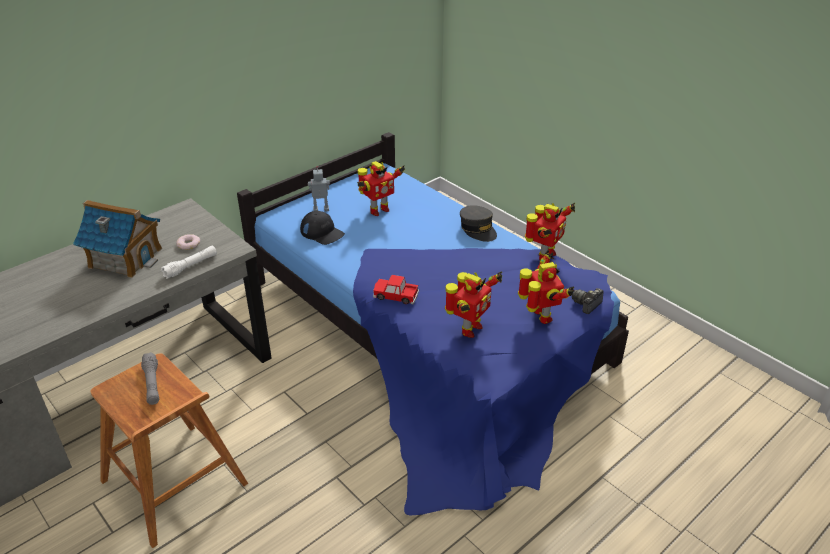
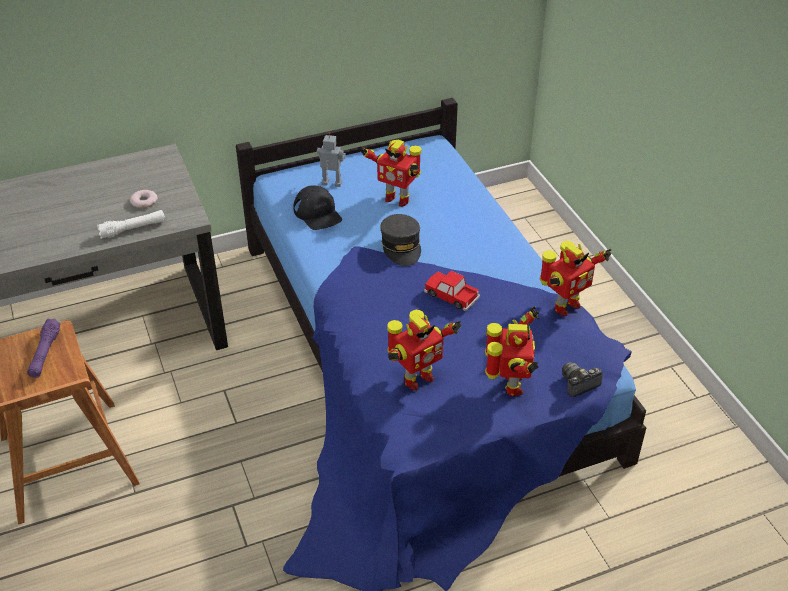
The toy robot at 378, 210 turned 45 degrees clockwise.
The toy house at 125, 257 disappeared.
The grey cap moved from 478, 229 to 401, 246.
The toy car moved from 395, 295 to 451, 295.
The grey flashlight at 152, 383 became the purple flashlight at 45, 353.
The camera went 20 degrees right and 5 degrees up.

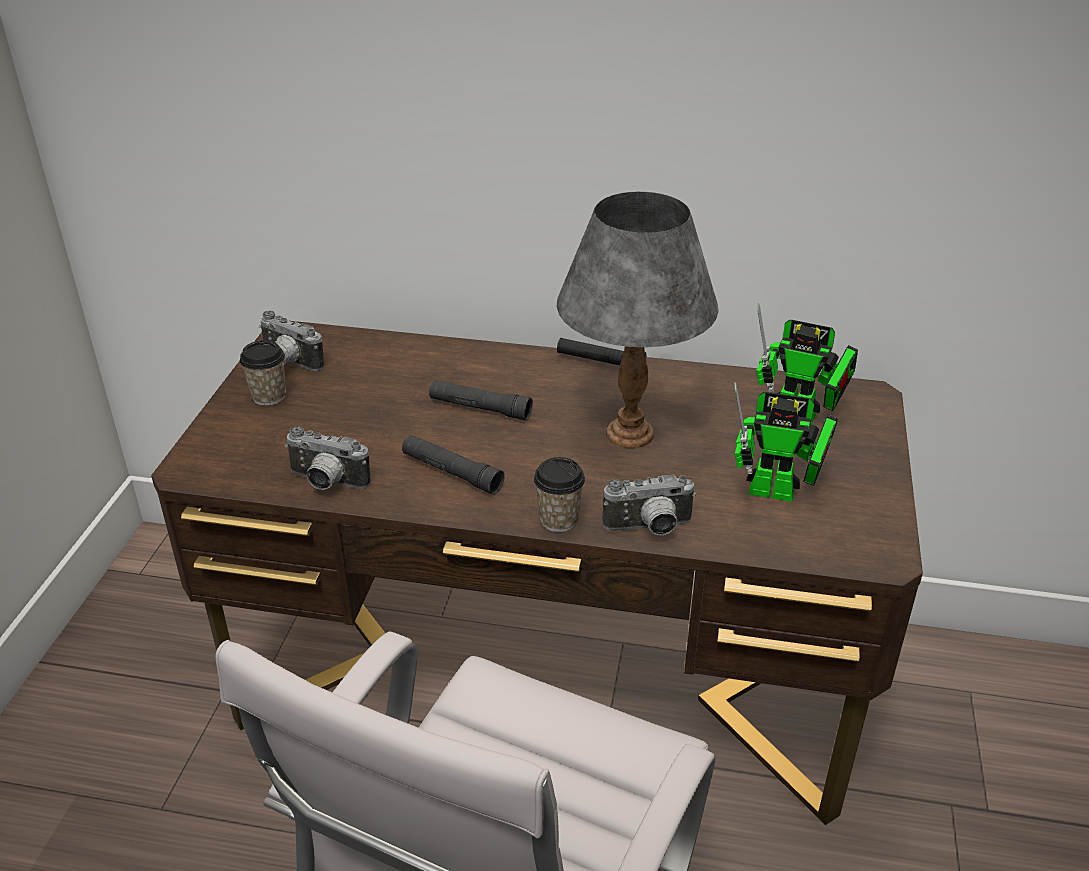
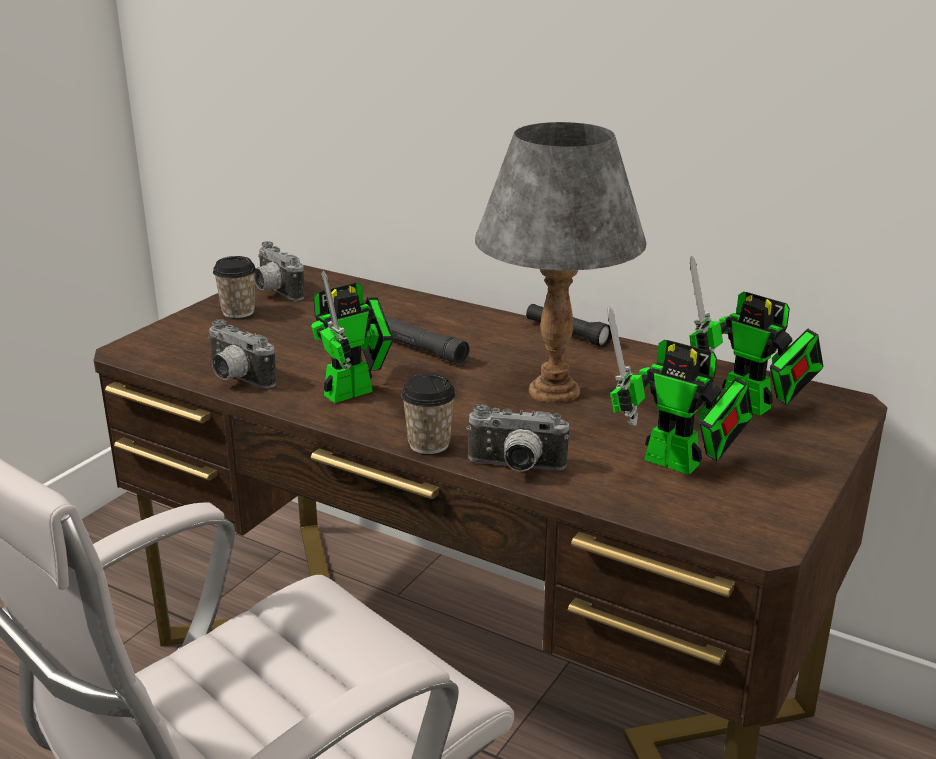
The black flashlight at 451, 472 was replaced by the toy robot at 355, 391.
The camera went 20 degrees right and 10 degrees down.

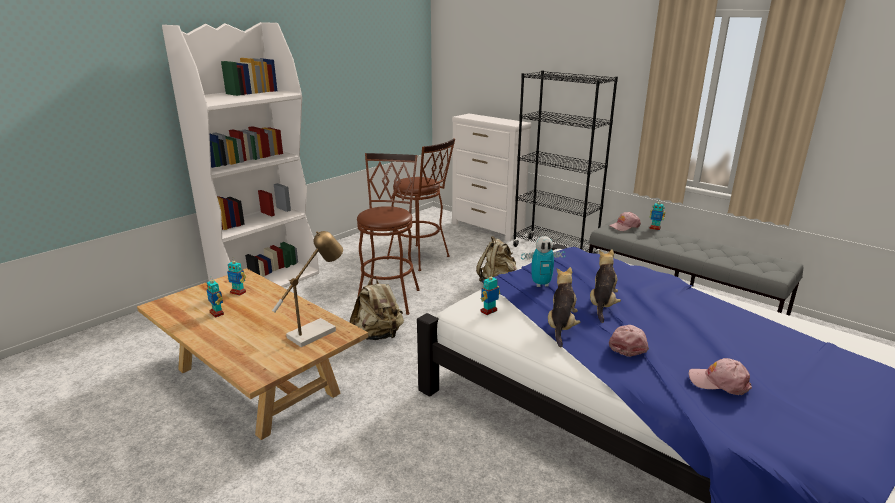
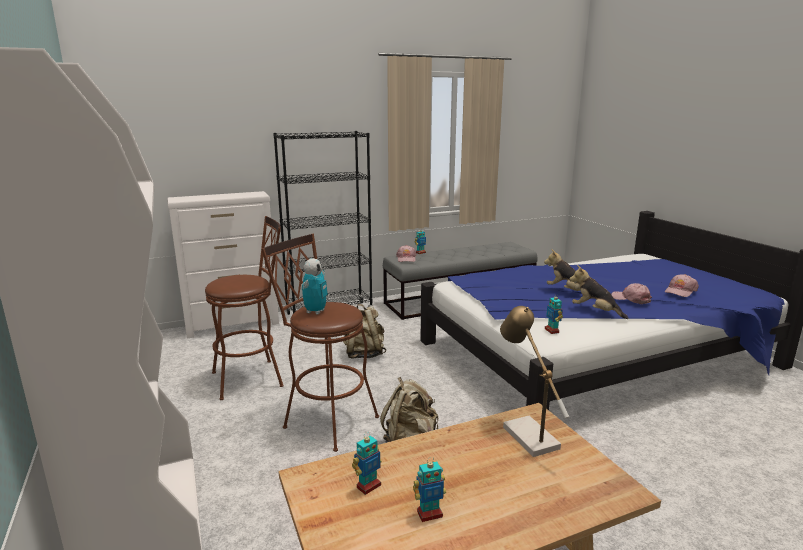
The toy robot moved from 541, 284 to 315, 311.
The camera went 65 degrees left and 5 degrees down.

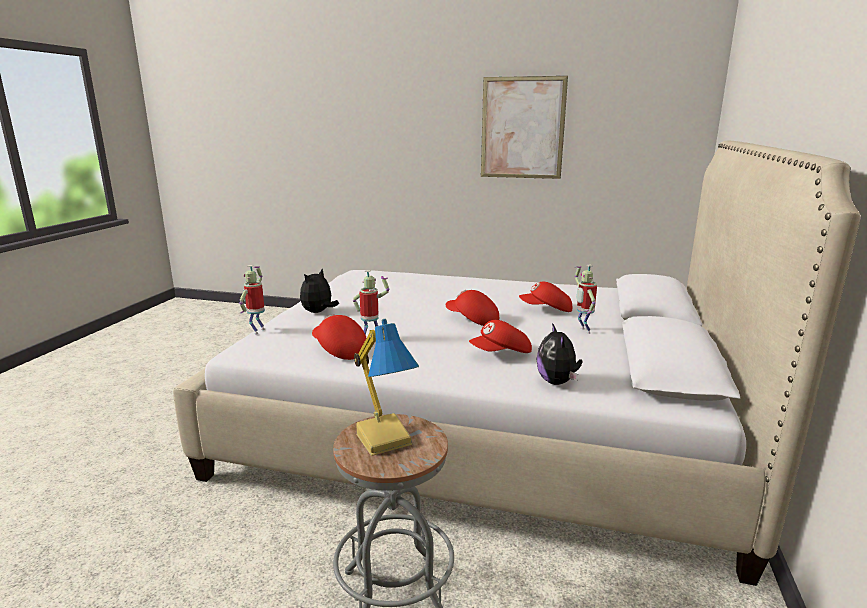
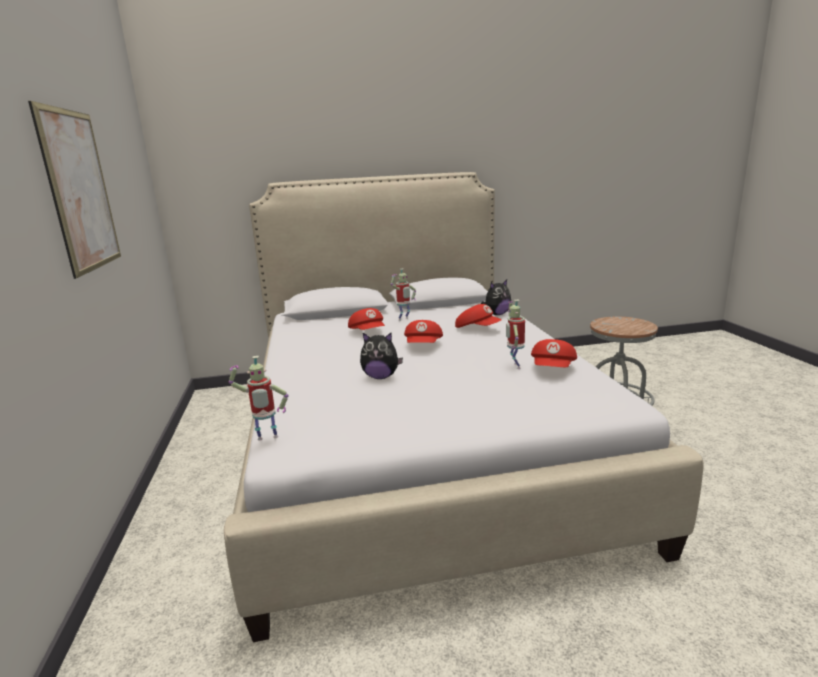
The toy robot moved from 257, 331 to 267, 439.
The plush toy moved from 318, 312 to 381, 377.
The table lamp at 385, 438 disappeared.
The camera went 115 degrees left and 0 degrees up.

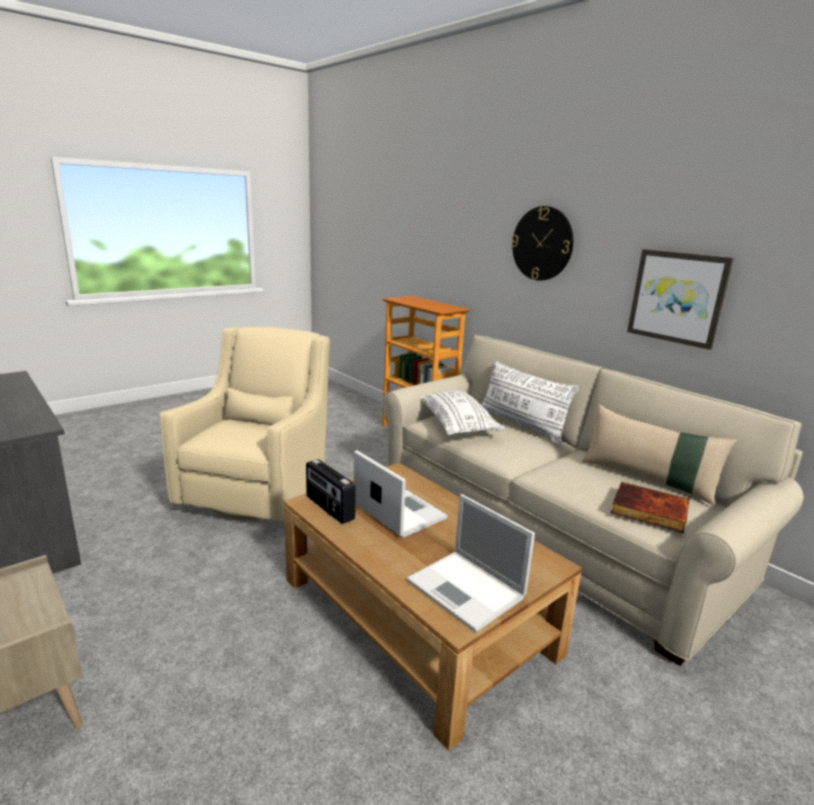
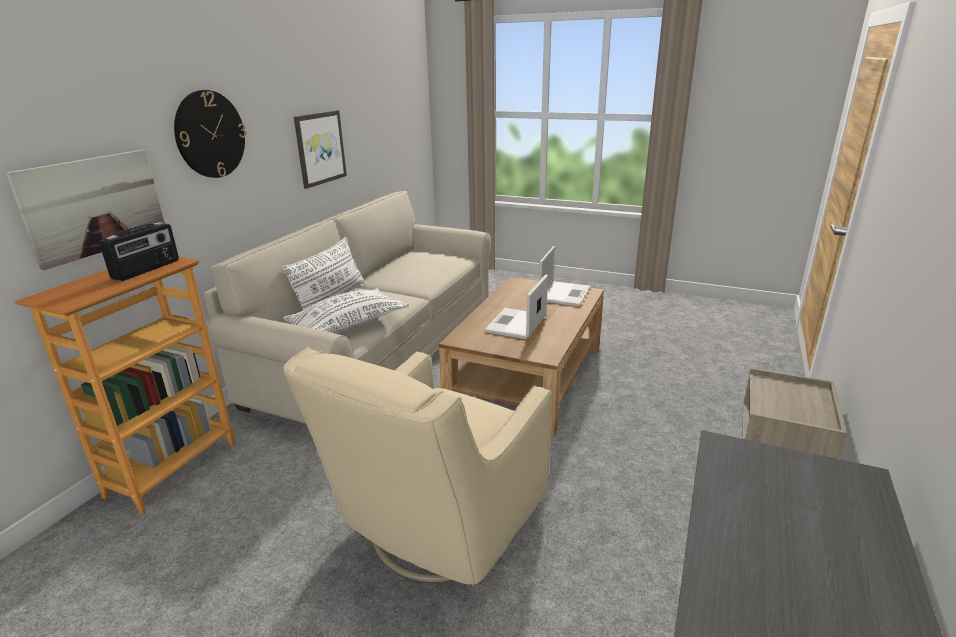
The beige armchair at 260, 492 turned 45 degrees counterclockwise.
The beige pillow at 648, 479 disappeared.
The radio moved from 329, 508 to 147, 270.
The book at 648, 511 disappeared.
The picture at 95, 205 appeared.
The camera went 115 degrees left and 5 degrees up.

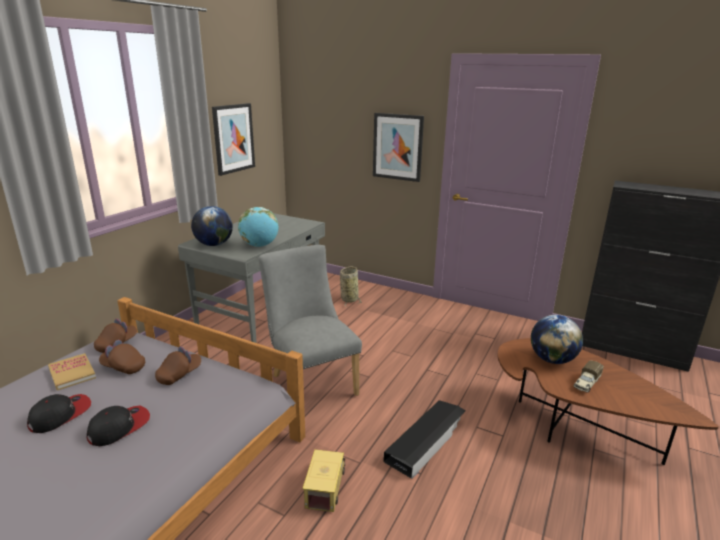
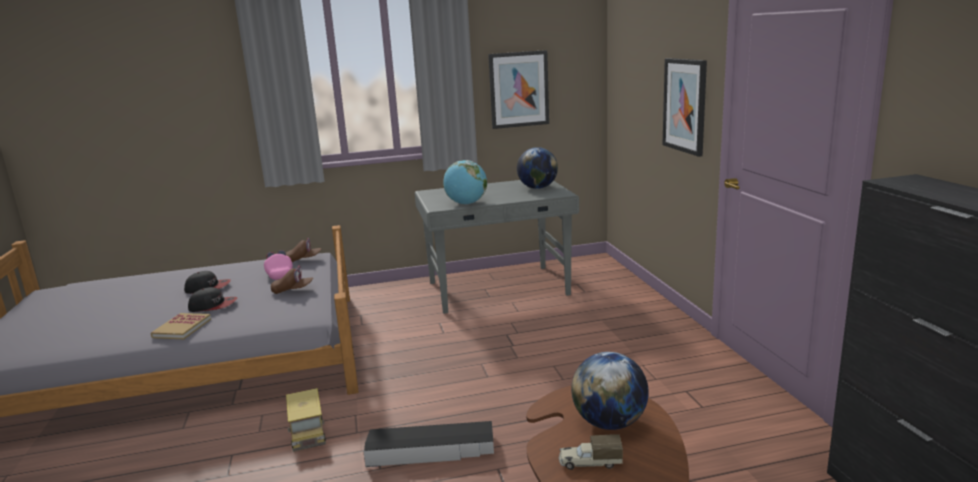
The globe moved from 214, 244 to 537, 188.
The grey chair at 311, 382 disappeared.
The basket at 349, 298 disappeared.
The brown cap at 123, 367 became the pink cap at 279, 274.
The book moved from 72, 373 to 182, 328.
The toy truck at 325, 487 turned 105 degrees clockwise.
The camera went 50 degrees right and 5 degrees down.

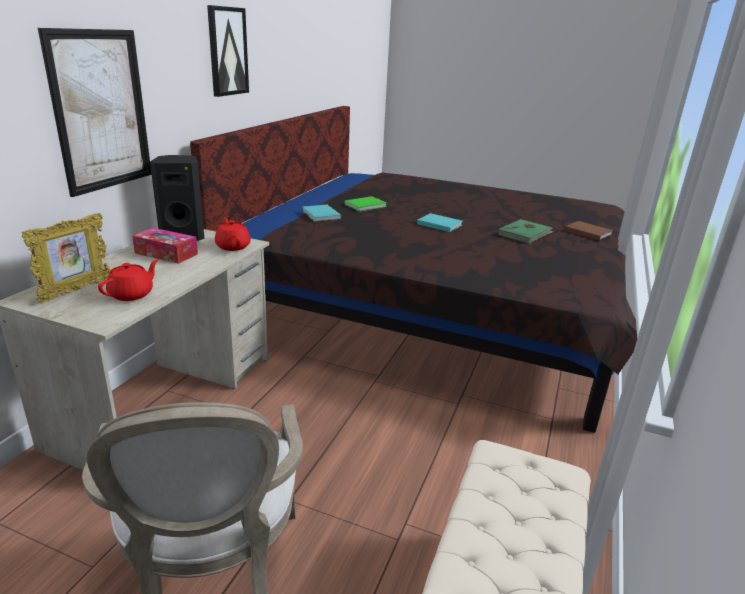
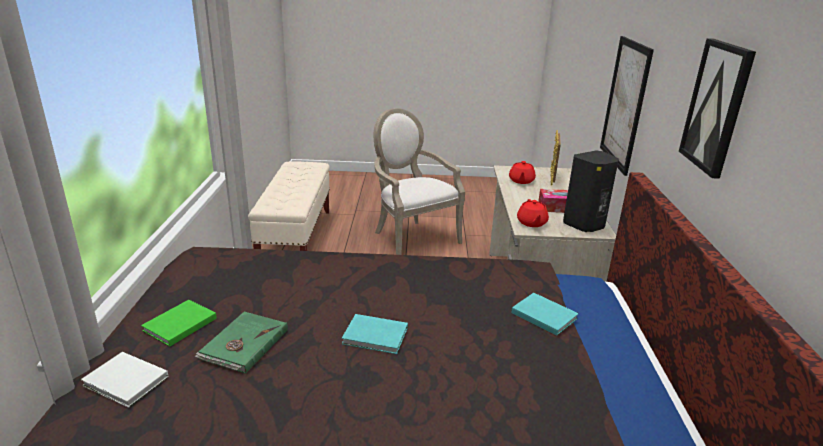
The green book moved from 366, 205 to 178, 325.
The red teapot at 233, 246 turned 45 degrees clockwise.
The brown book at 587, 232 became the white book at 126, 382.
The camera went 160 degrees right and 0 degrees up.

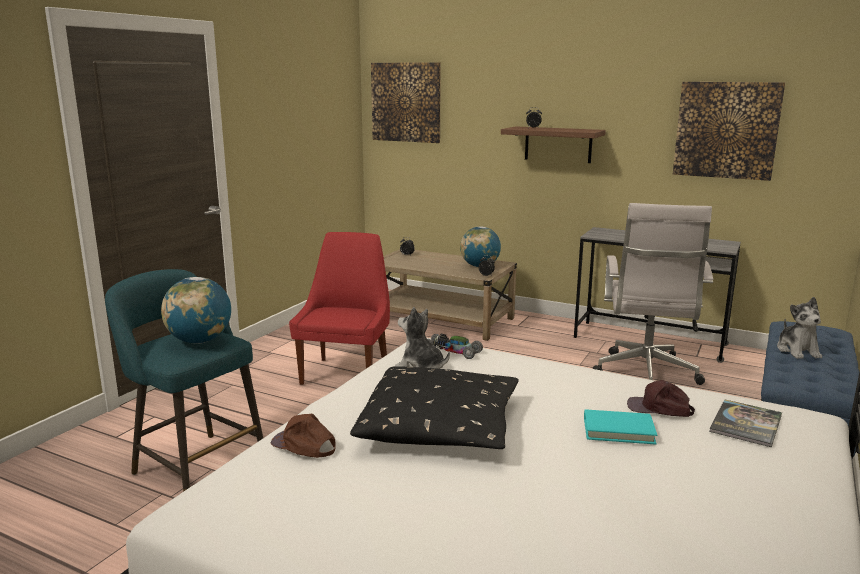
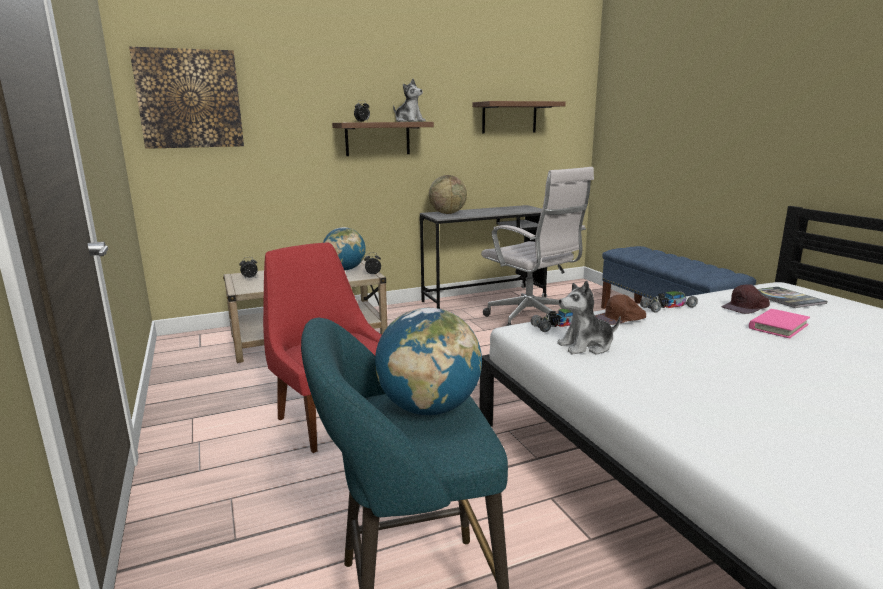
The picture at 726, 130 was replaced by the shelf at 509, 117.
The plush toy moved from 797, 350 to 409, 121.
The black pillow at 441, 426 disappeared.
The turquoise book at 618, 430 became the pink book at 778, 326.
The brown cap moved from 304, 445 to 619, 319.
The globe at 447, 213 appeared.
The toy car at 668, 307 appeared.
The camera went 50 degrees left and 0 degrees up.

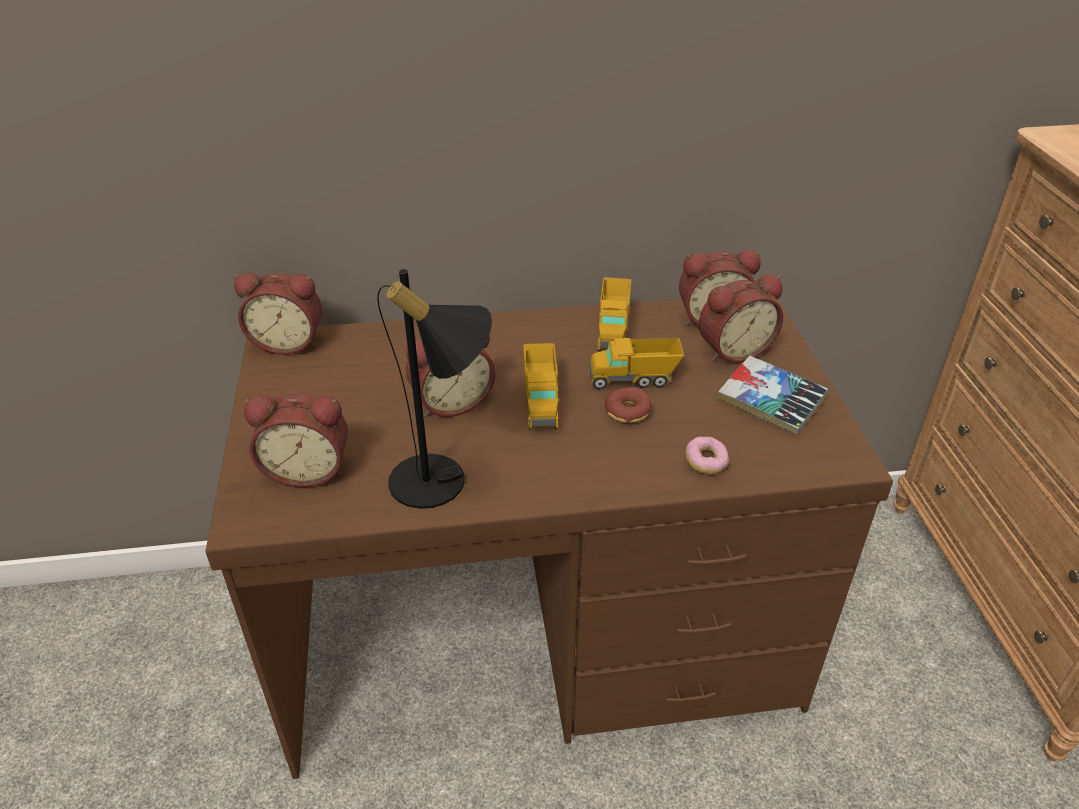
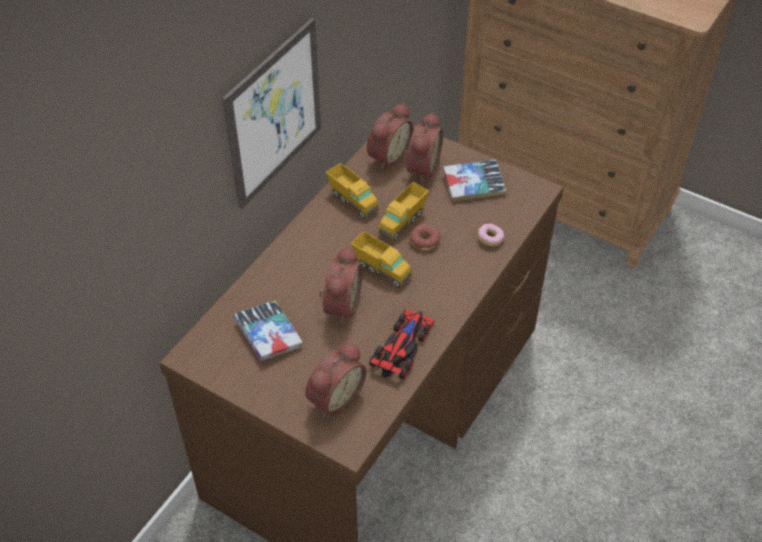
The black table lamp at 442, 482 was replaced by the toy car at 402, 346.
The alarm clock at 288, 342 disappeared.
The picture at 274, 114 appeared.
The book at 268, 334 appeared.
The camera went 50 degrees left and 10 degrees up.

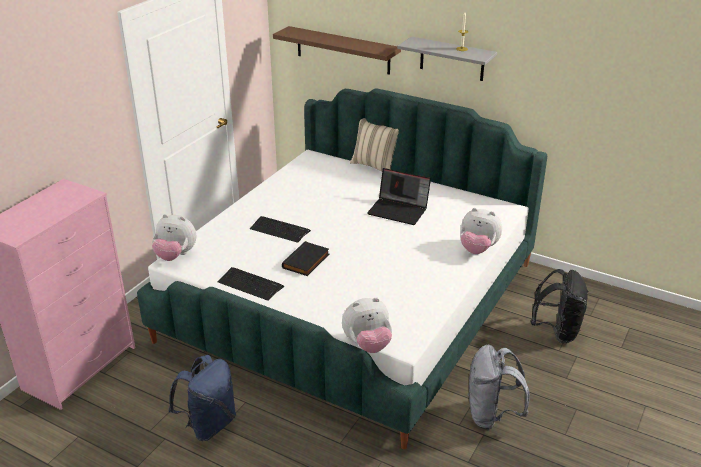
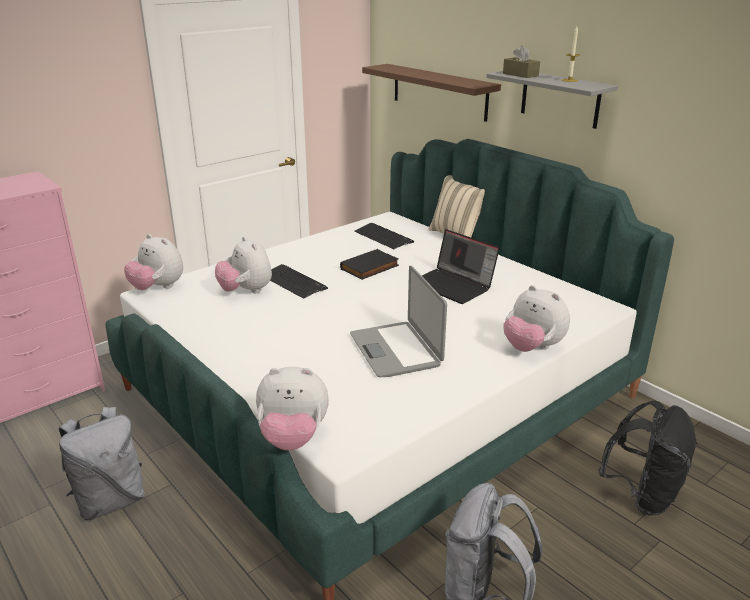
The black book moved from 306, 261 to 370, 268.
The keyboard moved from 250, 284 to 383, 237.
The blue backpack at 209, 424 became the grey backpack at 110, 500.
The brown tissue box at 520, 75 appeared.
The plush toy at 246, 291 appeared.
The laptop at 396, 350 appeared.
The camera went 20 degrees right and 5 degrees down.

